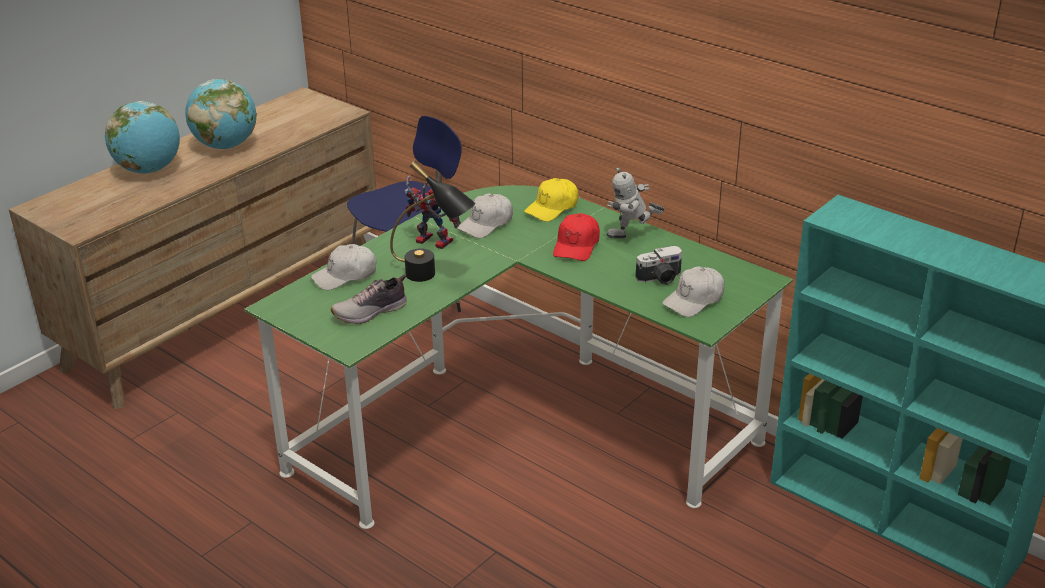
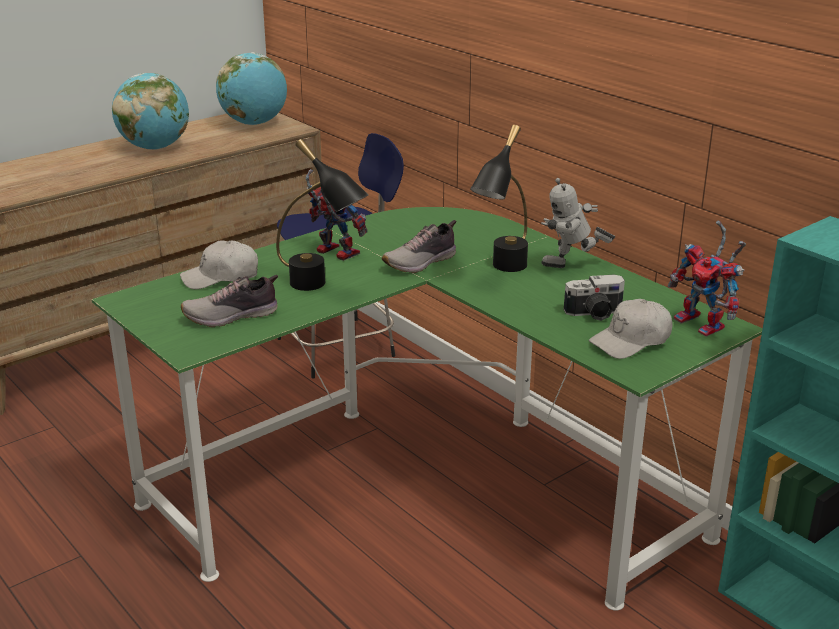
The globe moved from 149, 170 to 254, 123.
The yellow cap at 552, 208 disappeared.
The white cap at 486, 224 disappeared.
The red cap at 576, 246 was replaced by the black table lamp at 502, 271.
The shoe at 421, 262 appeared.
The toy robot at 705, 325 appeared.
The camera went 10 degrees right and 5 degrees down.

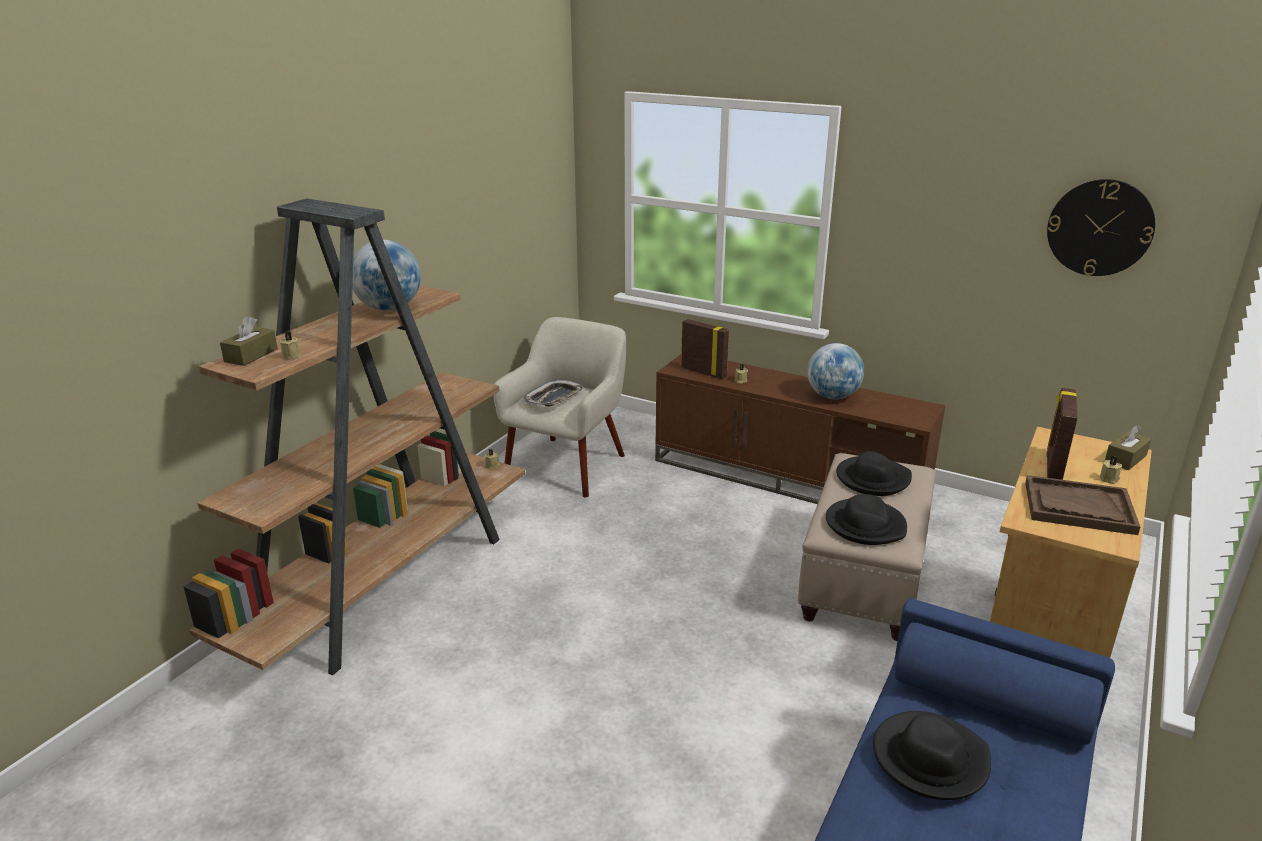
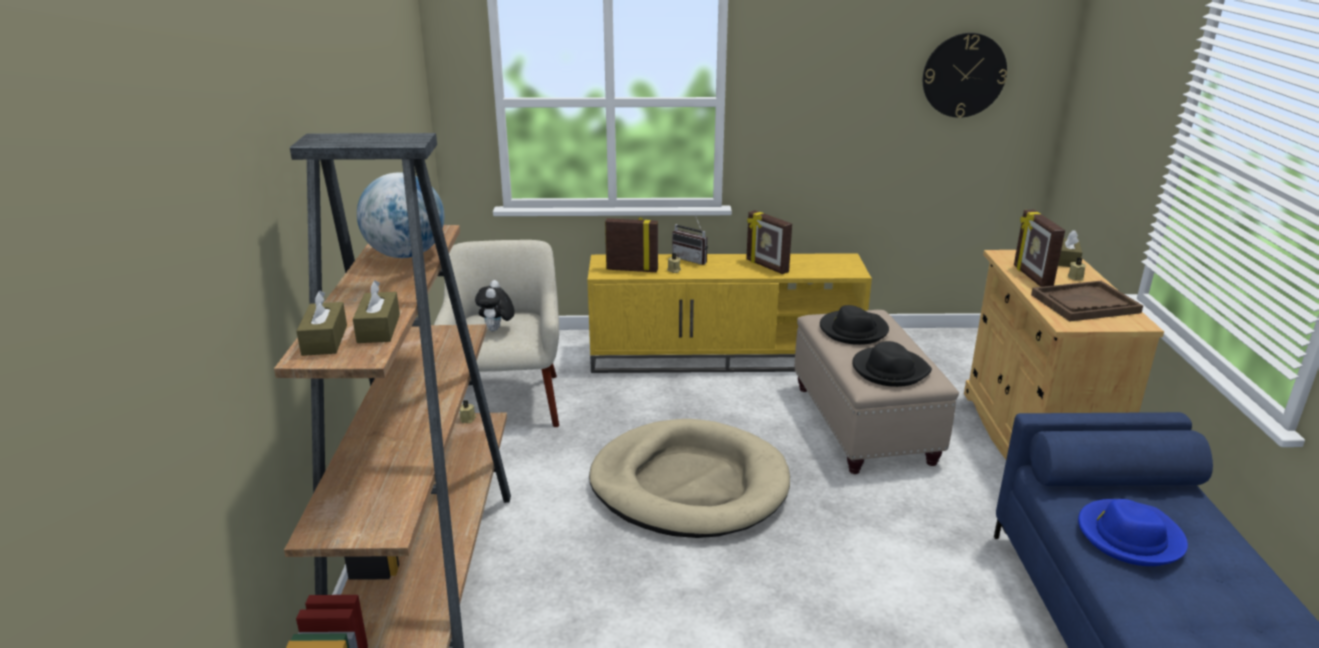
The beige candle at 292, 356 was replaced by the brown tissue box at 378, 328.
The globe at 832, 397 was replaced by the picture frame at 766, 266.
The brown tv stand at 789, 479 became the yellow tv stand at 725, 356.
The tray at 554, 398 was replaced by the plush toy at 496, 330.
The black hat at 929, 759 became the blue hat at 1129, 536.
The radio at 692, 259 appeared.
The beige dog bed at 689, 485 appeared.
The camera went 30 degrees left and 0 degrees up.

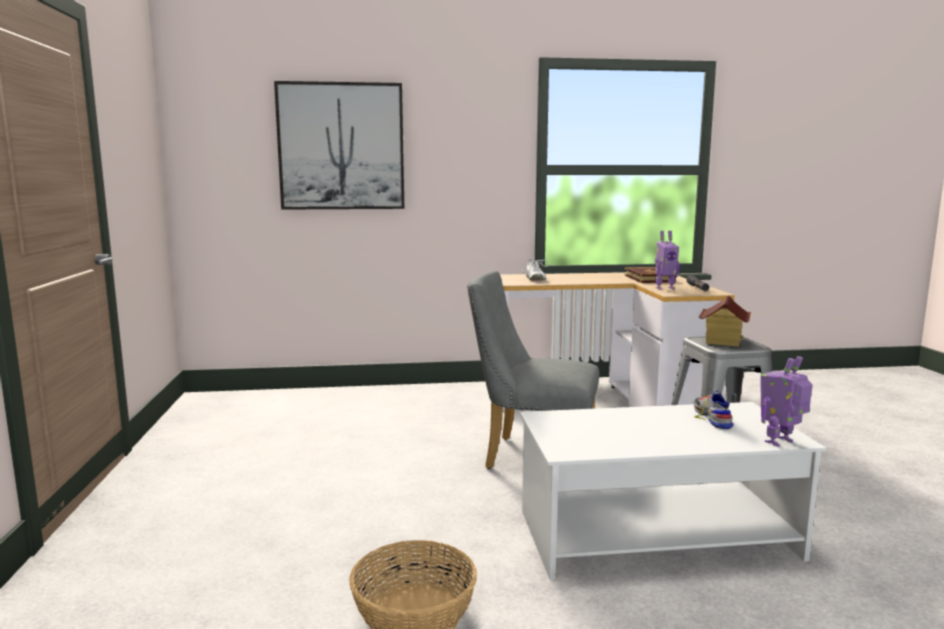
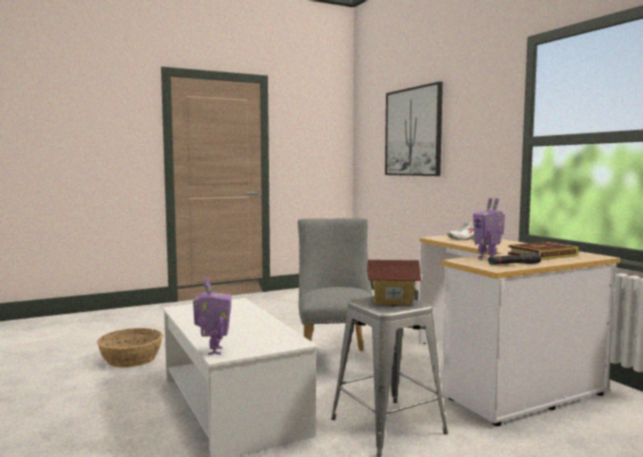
The toy robot at 780, 442 turned 45 degrees clockwise.
The shoe at 712, 417 disappeared.
The camera went 70 degrees right and 5 degrees down.

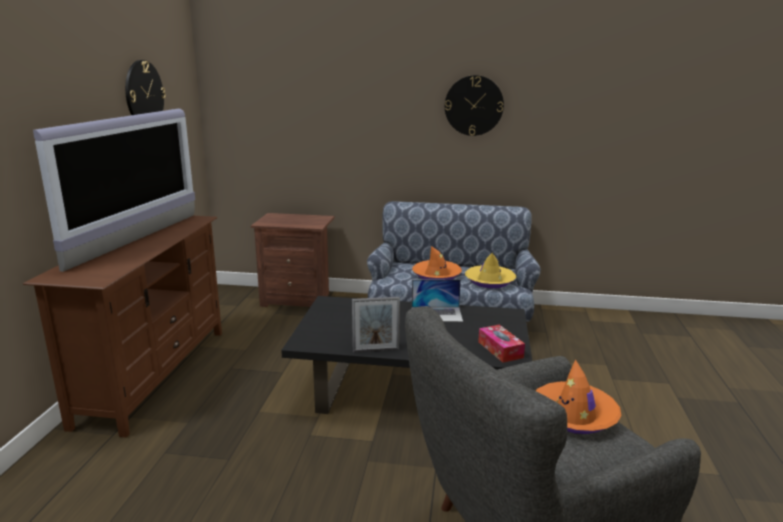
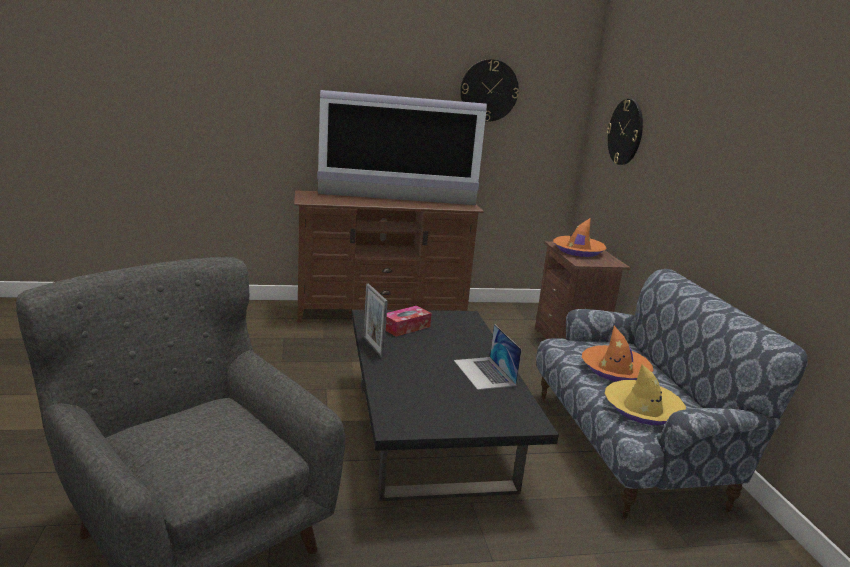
The wall clock moved from 474, 105 to 625, 132.
The tissue box moved from 500, 349 to 406, 327.
The orange hat moved from 574, 415 to 578, 251.
The camera went 70 degrees right and 0 degrees up.

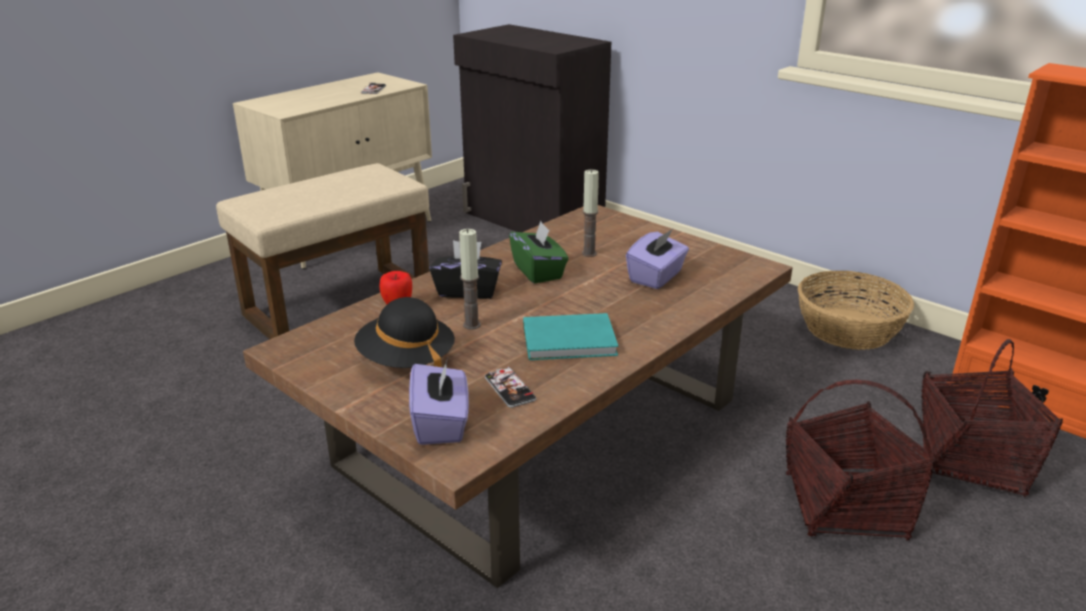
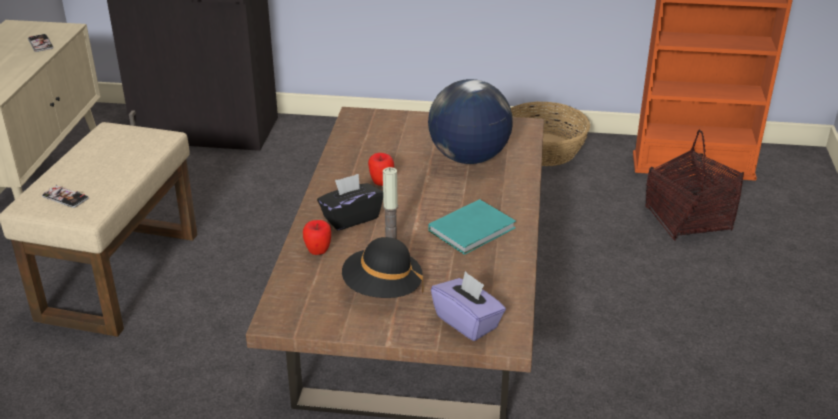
The candle at 589, 253 disappeared.
The green tissue box at 538, 271 was replaced by the apple at 381, 182.
The purple tissue box at 656, 277 was replaced by the globe at 468, 158.
The phone moved from 510, 389 to 65, 197.
The basket at 845, 506 disappeared.
The camera went 35 degrees left and 5 degrees up.

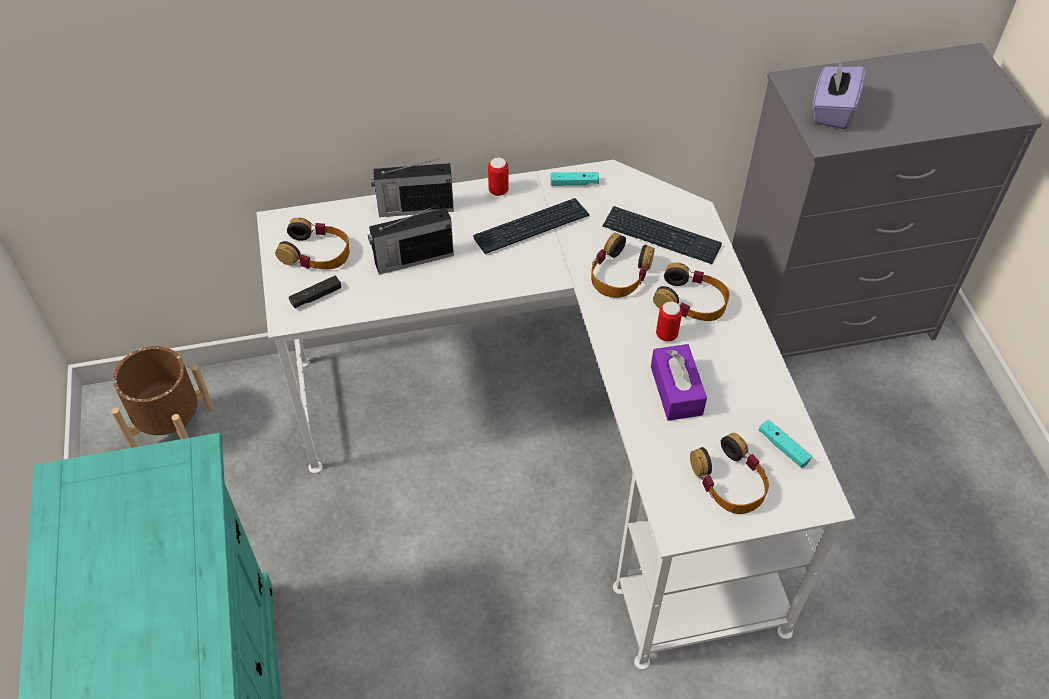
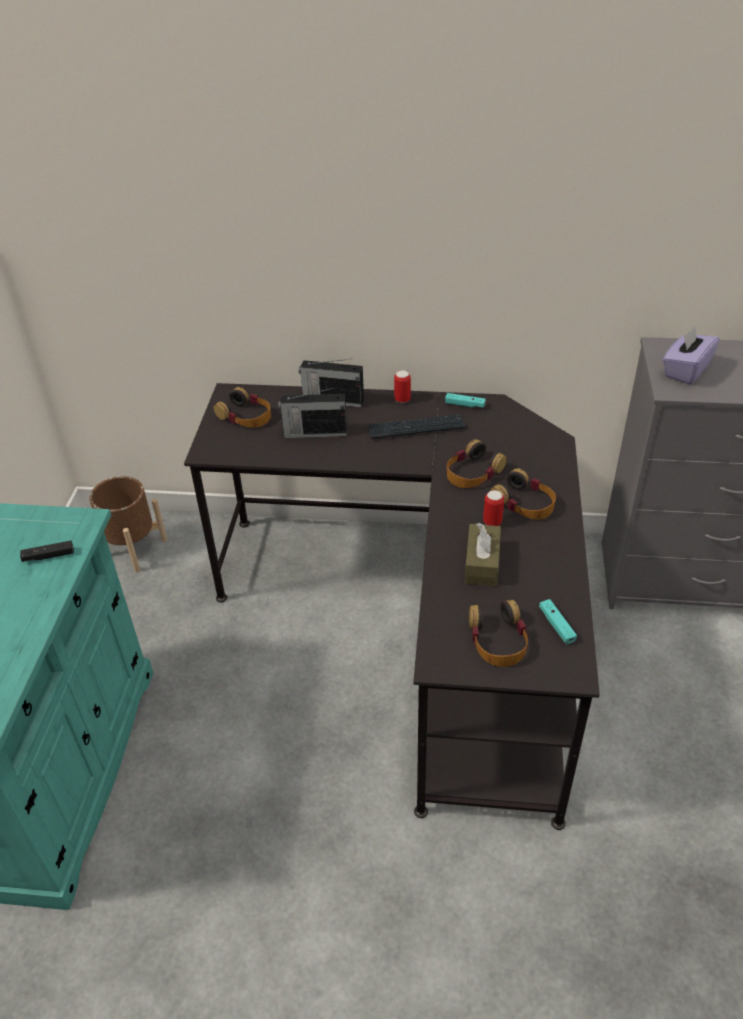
The white desk at 558, 439 became the black desk at 419, 622.
The keyboard at 661, 237 disappeared.
The black game controller moved from 316, 296 to 48, 556.
The purple tissue box at 676, 390 became the brown tissue box at 482, 563.
The camera went 20 degrees right and 10 degrees down.

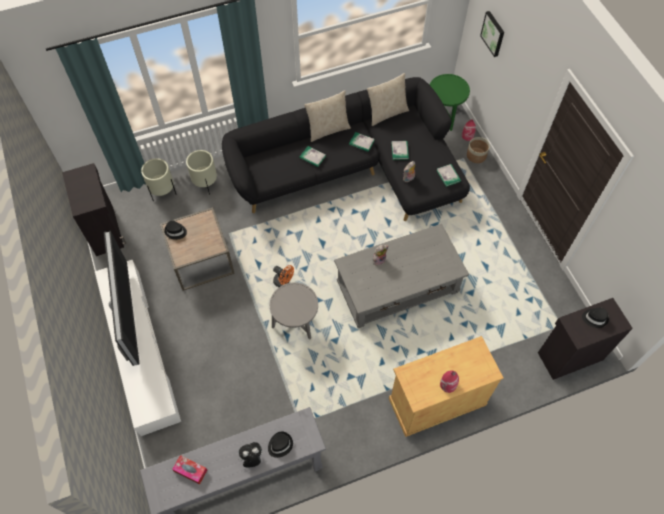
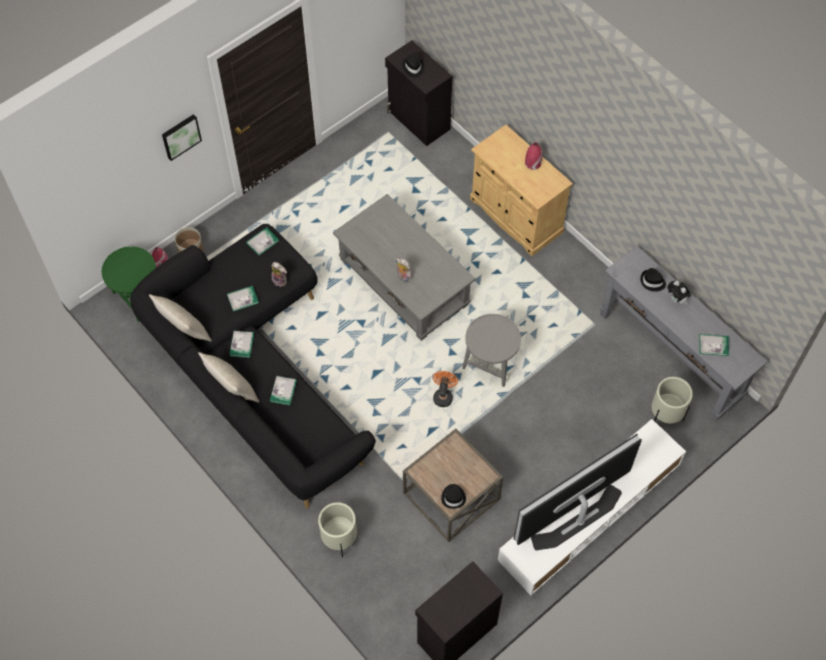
The picture moved from 493, 33 to 180, 136.
The beige planter moved from 163, 192 to 665, 415.
The tissue box at 190, 470 was replaced by the book at 713, 345.
The camera went 110 degrees left and 0 degrees up.

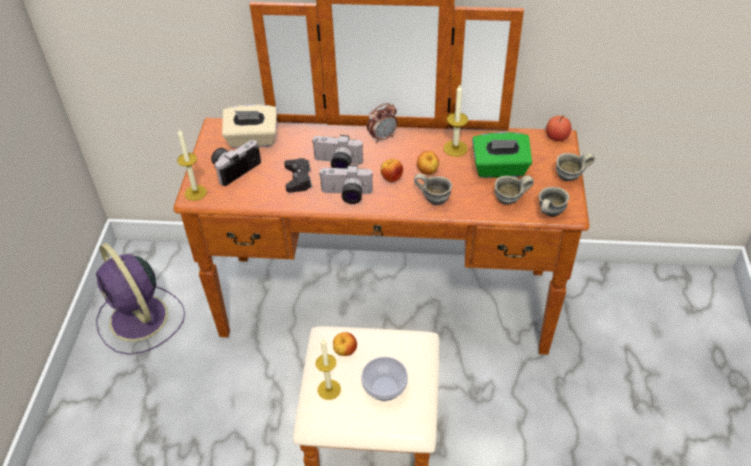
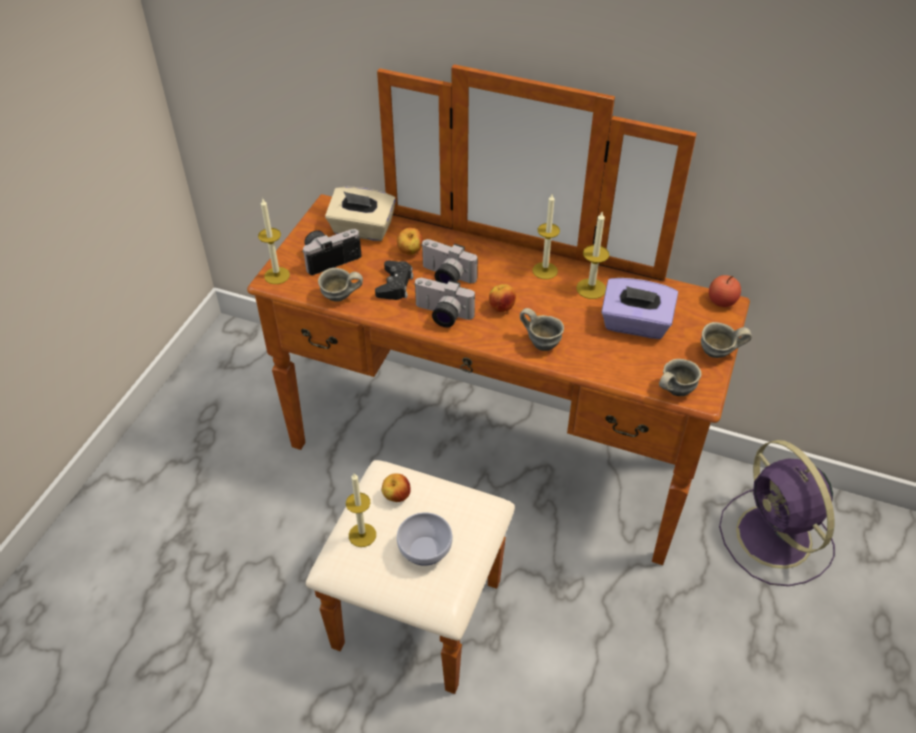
The alarm clock at 382, 137 disappeared.
The green tissue box at 499, 169 became the purple tissue box at 635, 324.
The apple moved from 427, 172 to 410, 252.
The grey mug moved from 510, 201 to 340, 299.
The purple fan moved from 140, 319 to 776, 539.
The candle at 545, 270 appeared.
The camera went 15 degrees right and 0 degrees up.

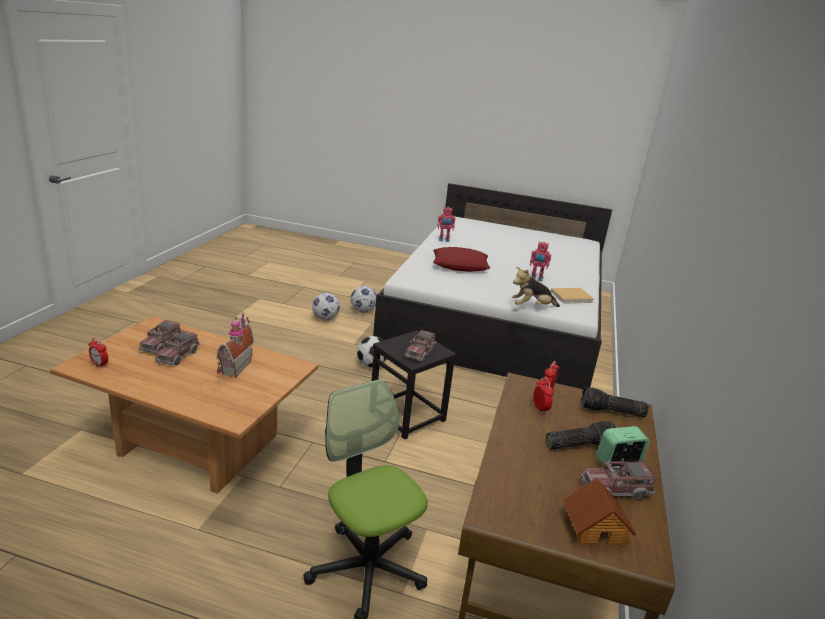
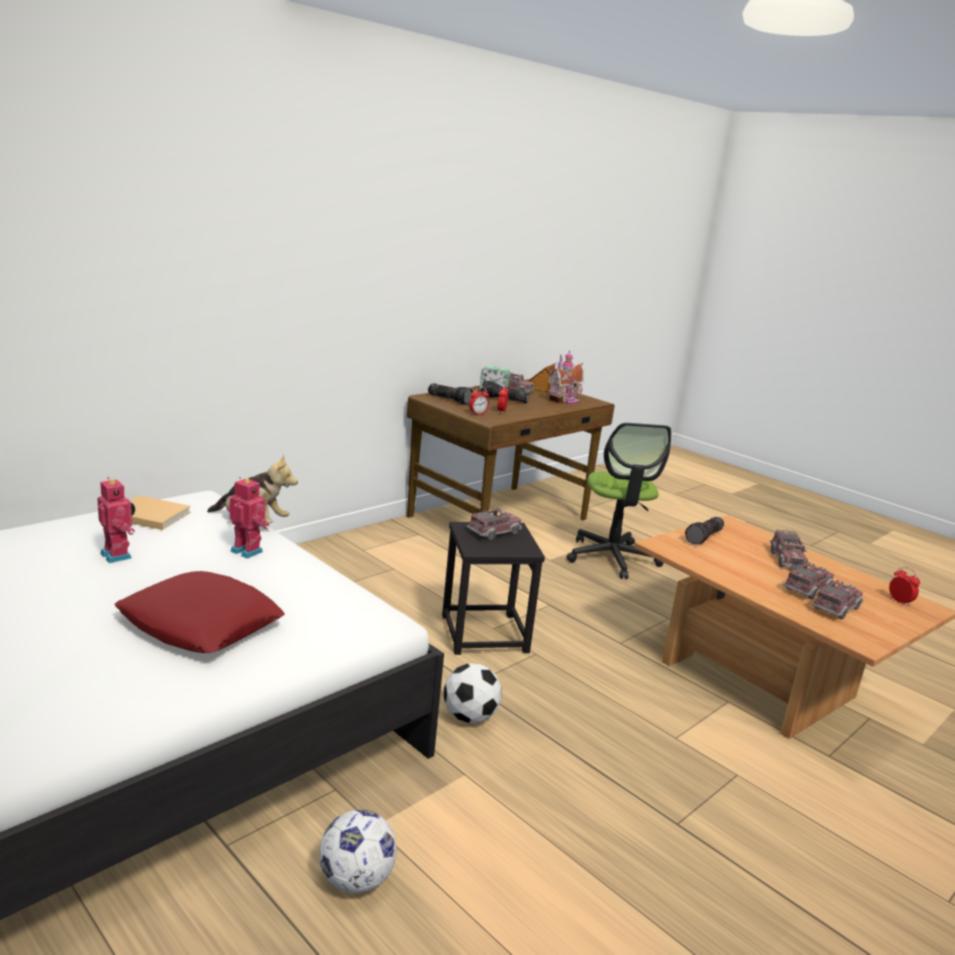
The toy robot moved from 444, 240 to 248, 551.
The football at 325, 318 disappeared.
The toy house moved from 233, 368 to 565, 400.
The flashlight at 705, 537 appeared.
The toy truck at 787, 560 appeared.
The camera went 150 degrees left and 5 degrees down.

